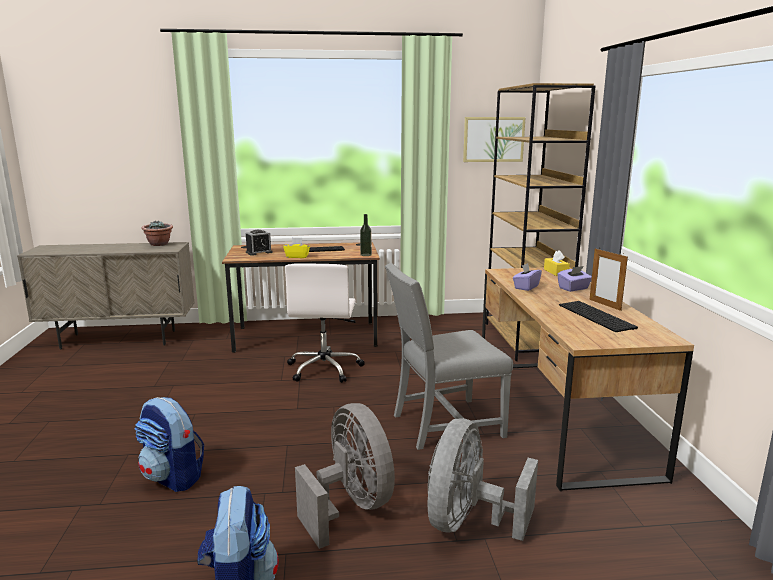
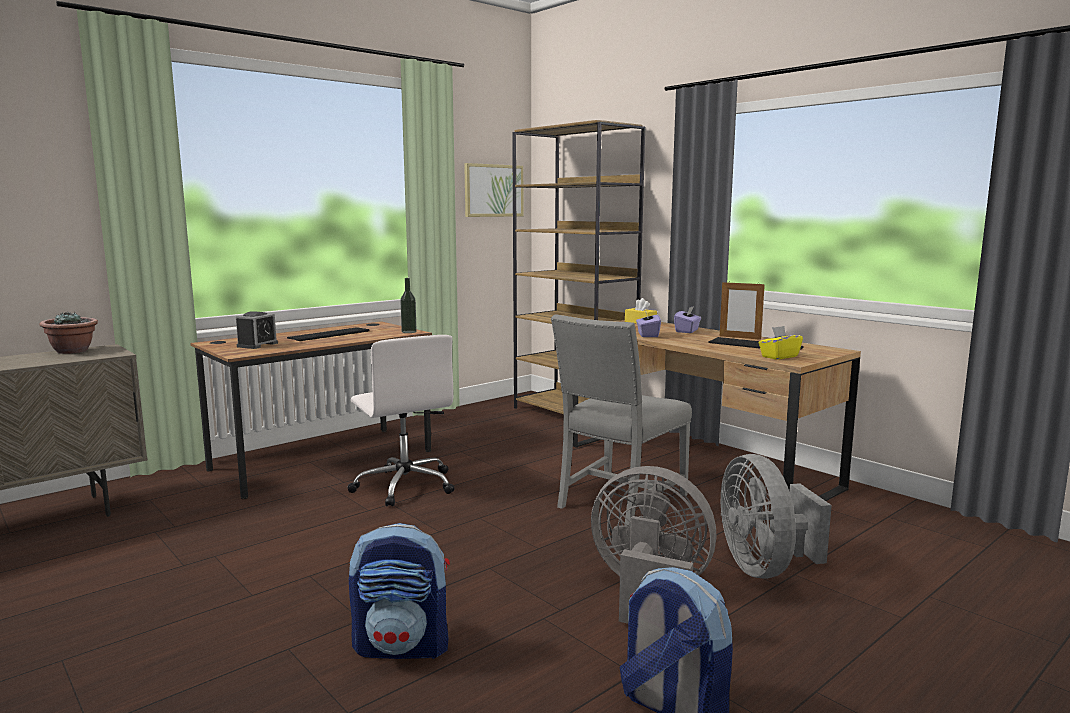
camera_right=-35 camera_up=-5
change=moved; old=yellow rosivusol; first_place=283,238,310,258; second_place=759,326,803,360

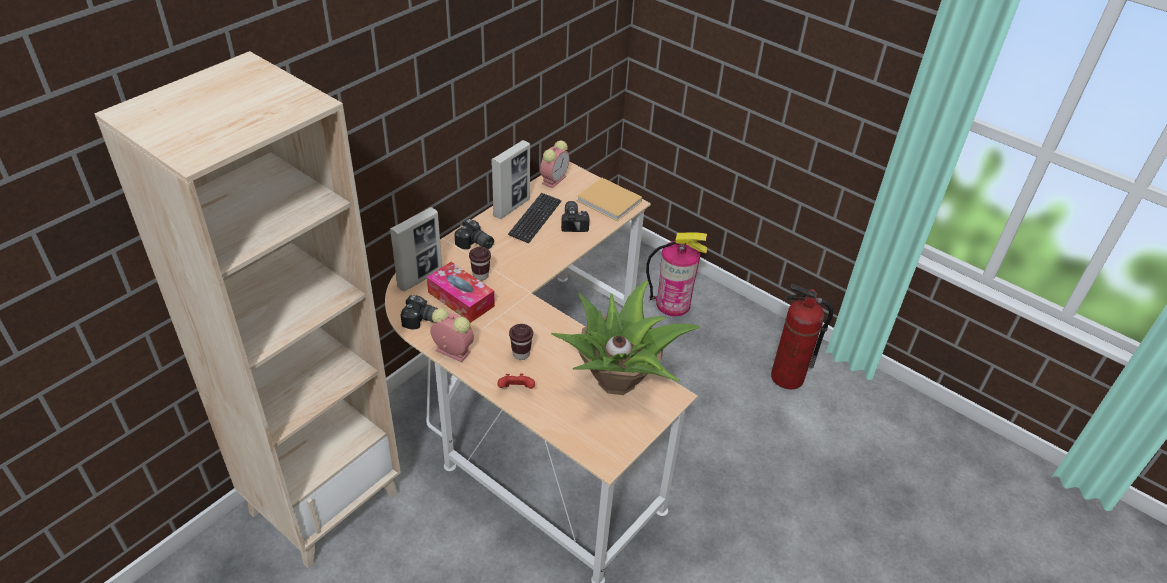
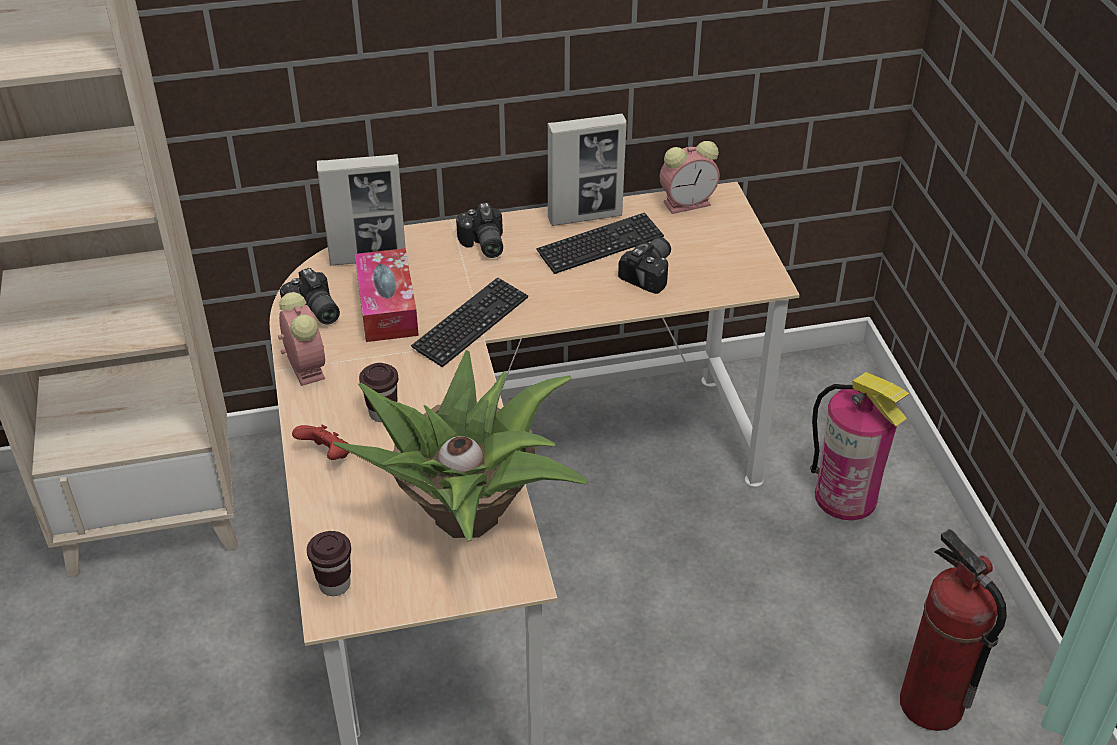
camera_right=40 camera_up=0
change=removed; old=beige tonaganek; first_place=577,178,642,221
change=moved; old=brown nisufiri; first_place=469,247,491,281; second_place=307,531,351,596
change=added; new=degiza; second_place=411,277,528,367

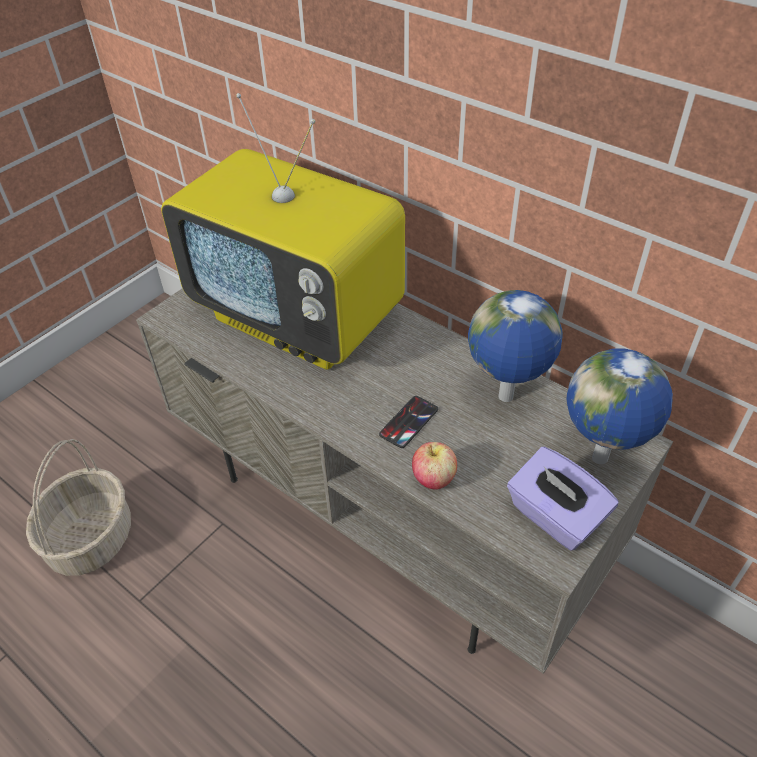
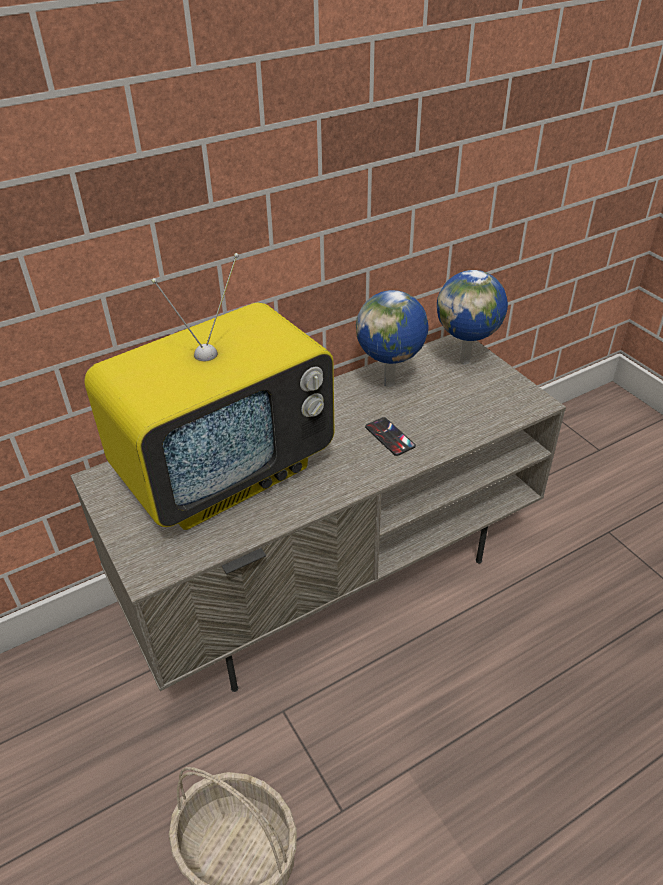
camera_right=-70 camera_up=-5
change=removed; old=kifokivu; first_place=412,442,457,489
change=removed; old=purple rosivusol; first_place=507,447,619,551

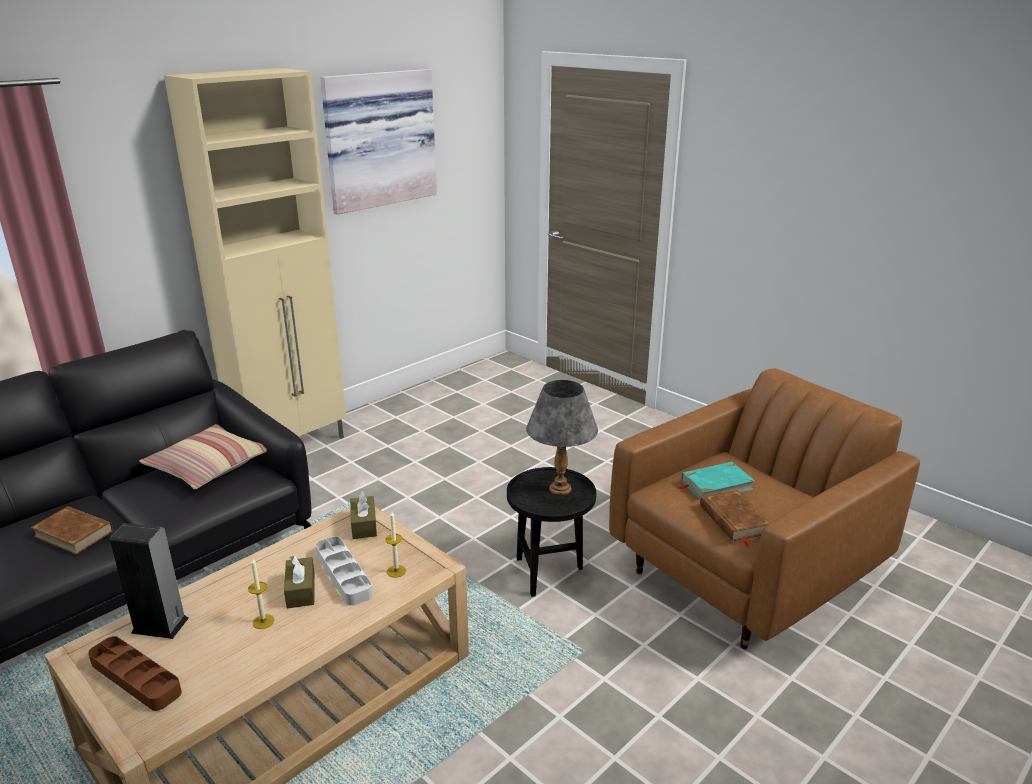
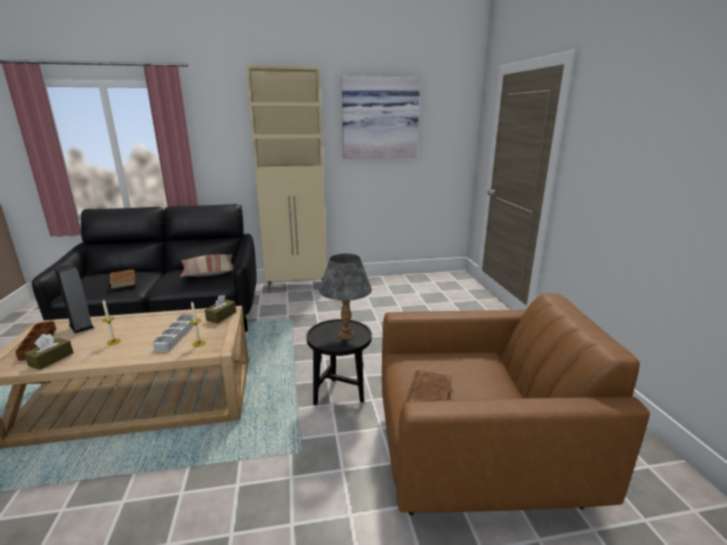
camera_right=35 camera_up=-5
change=removed; old=turquoise tonaganek; first_place=678,462,755,500
change=moved; old=brown rosivusol; first_place=284,556,315,609; second_place=24,334,74,370

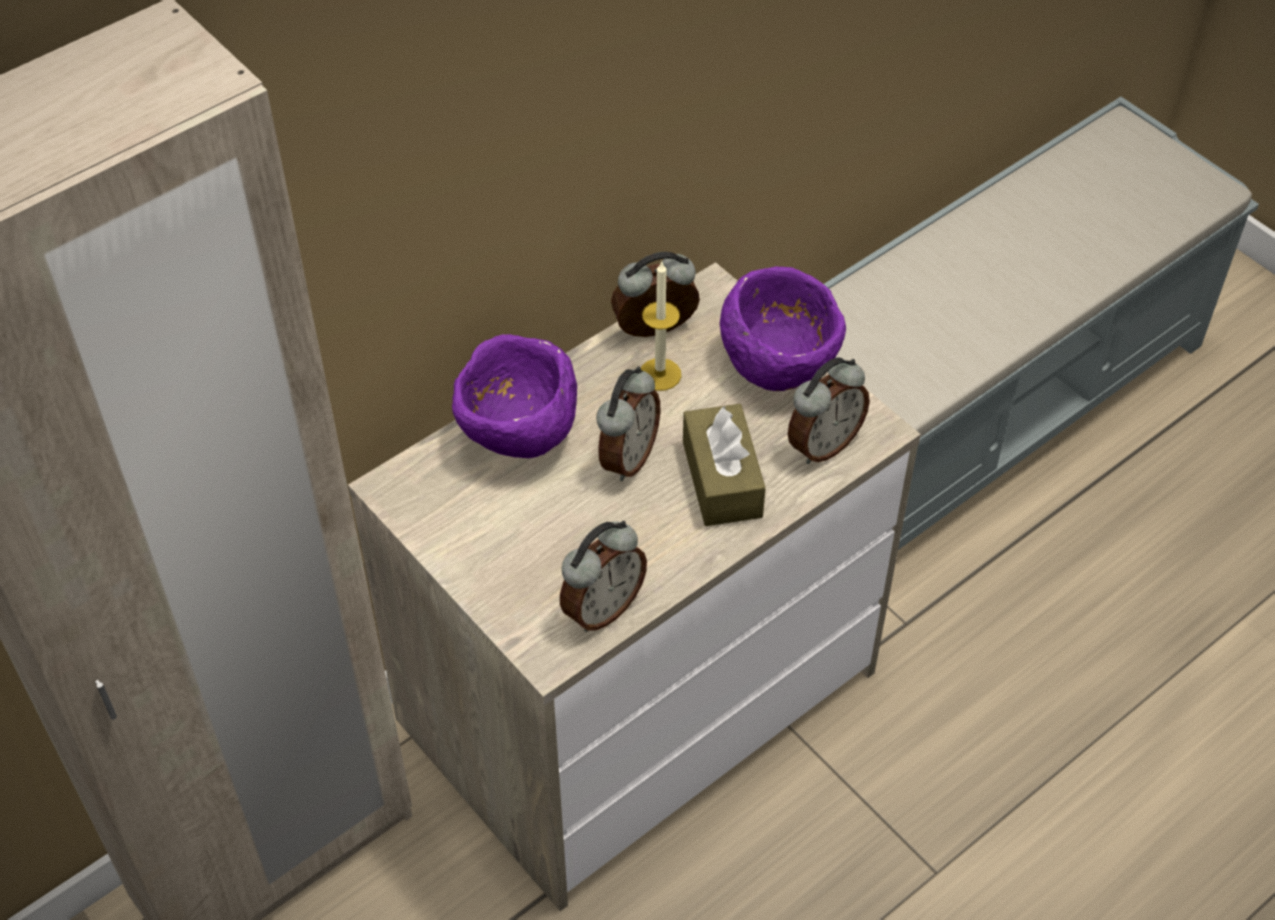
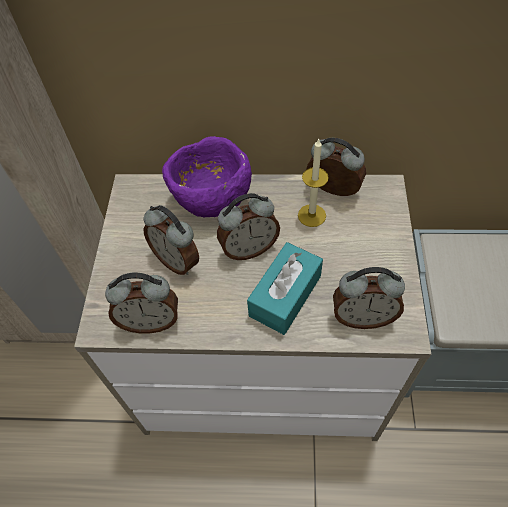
camera_right=45 camera_up=5
change=removed; old=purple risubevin; first_place=720,267,846,391
change=recoloured; old=brown rosivusol; new=turquoise rosivusol; first_place=683,404,766,526; second_place=247,242,323,335
change=added; new=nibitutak; second_place=143,205,199,275

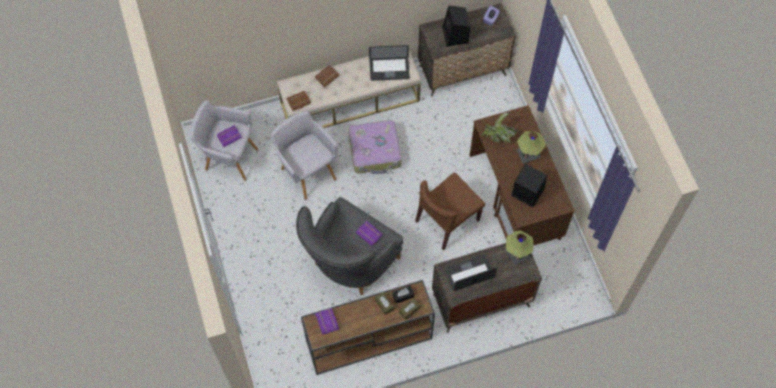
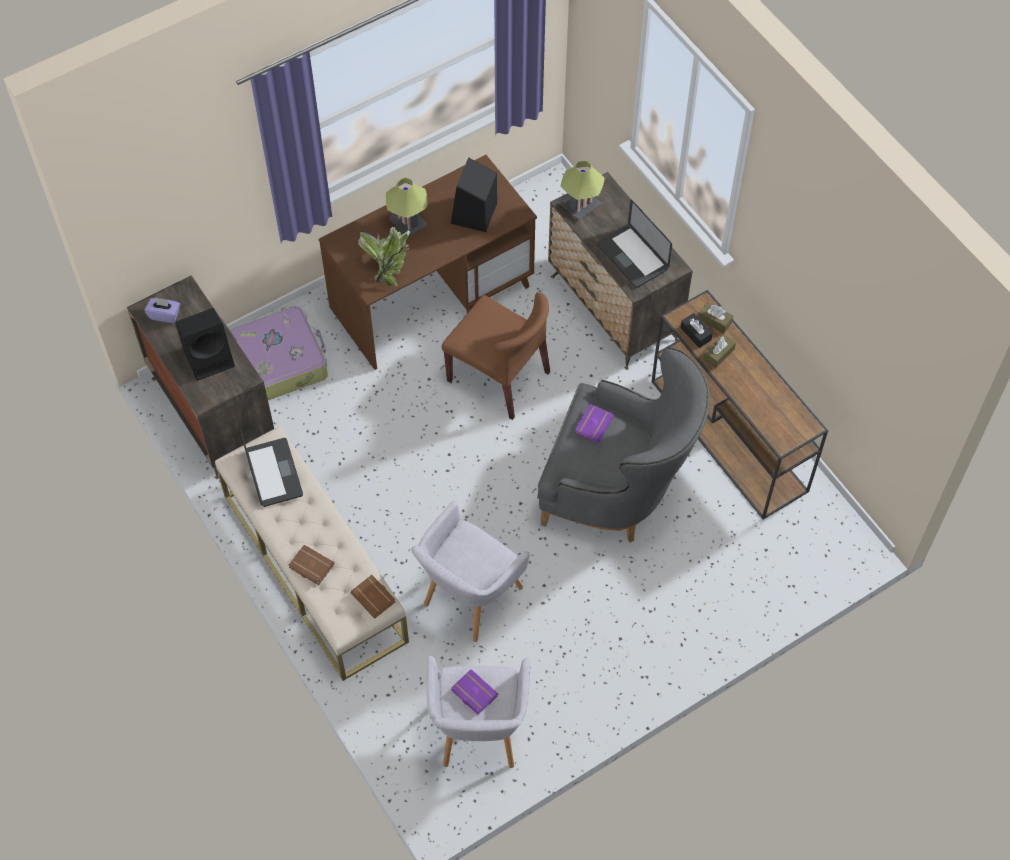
camera_right=-105 camera_up=-5
change=moved; old=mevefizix; first_place=348,120,401,174; second_place=231,307,328,400
change=removed; old=purple tonaganek; first_place=315,308,339,335

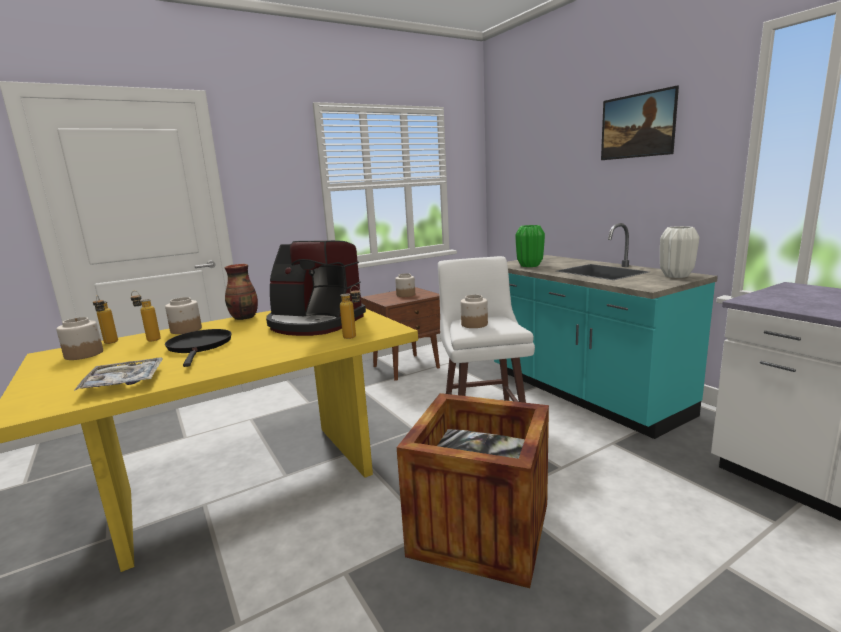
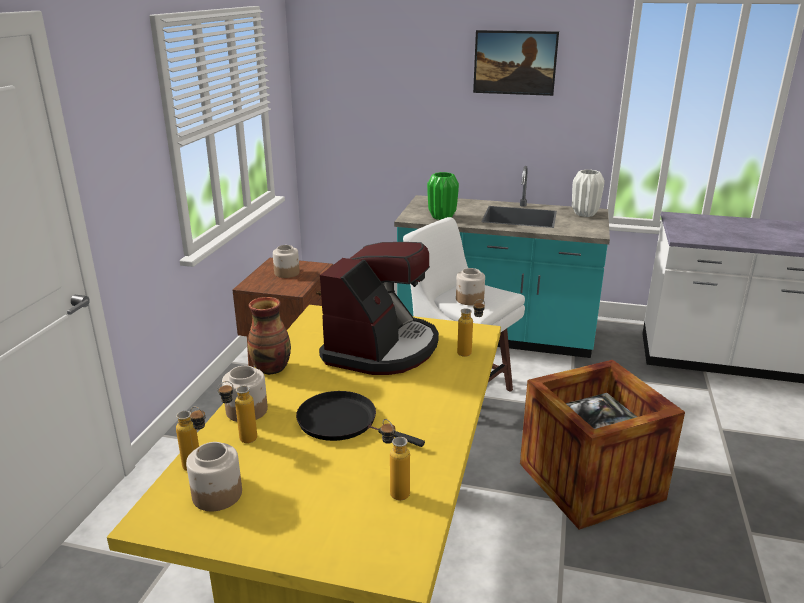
camera_right=-45 camera_up=10
change=turned; old=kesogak; first_place=266,240,366,336; second_place=319,242,439,375; degrees=-45
change=replaced; old=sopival; new=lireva; first_place=74,358,163,391; second_place=381,419,410,500

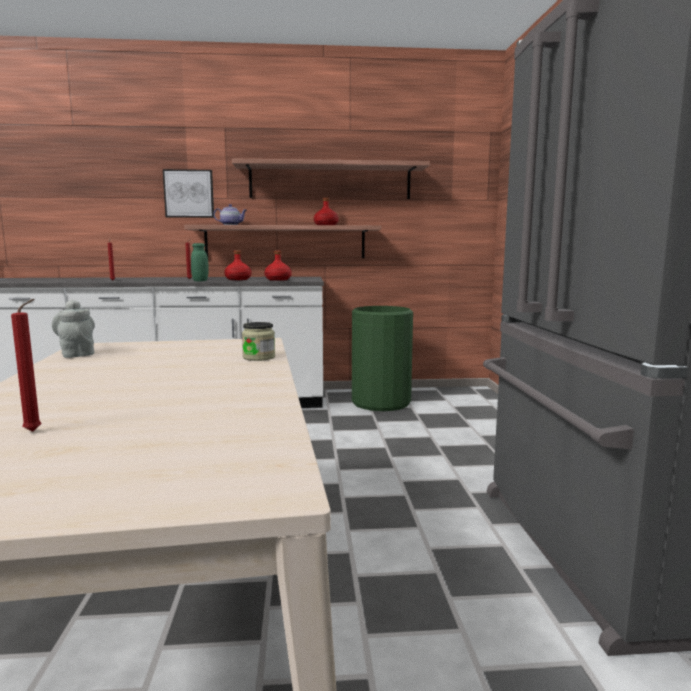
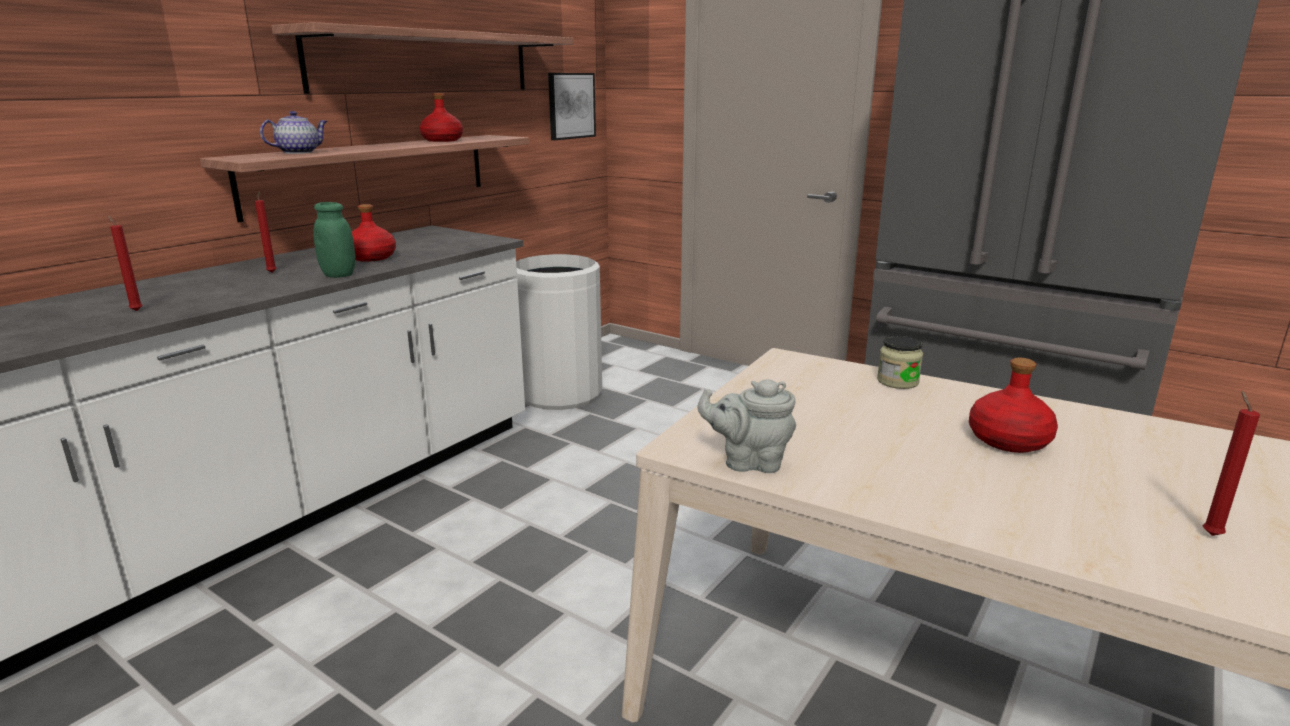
camera_right=-50 camera_up=10
change=moved; old=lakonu; first_place=163,169,214,218; second_place=548,73,596,140
change=moved; old=red lireva; first_place=265,251,292,281; second_place=969,358,1058,453
change=recoloured; old=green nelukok; new=white nelukok; first_place=352,306,413,411; second_place=514,254,602,410

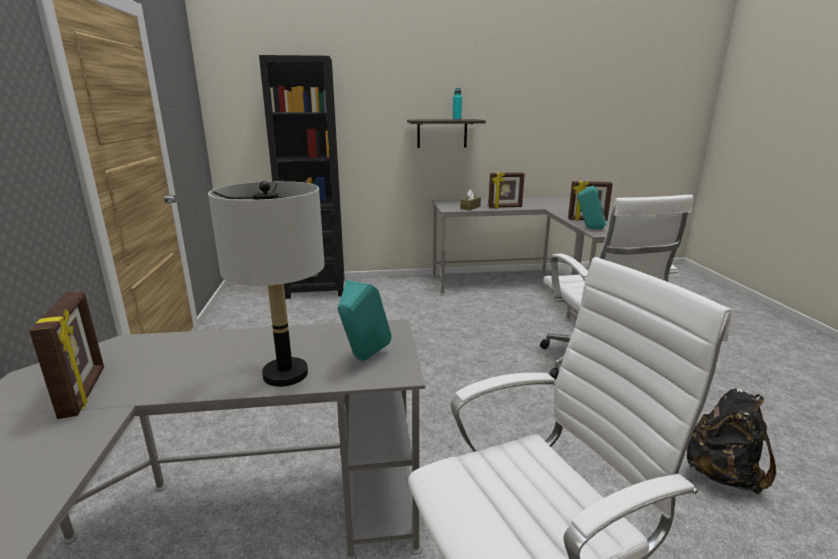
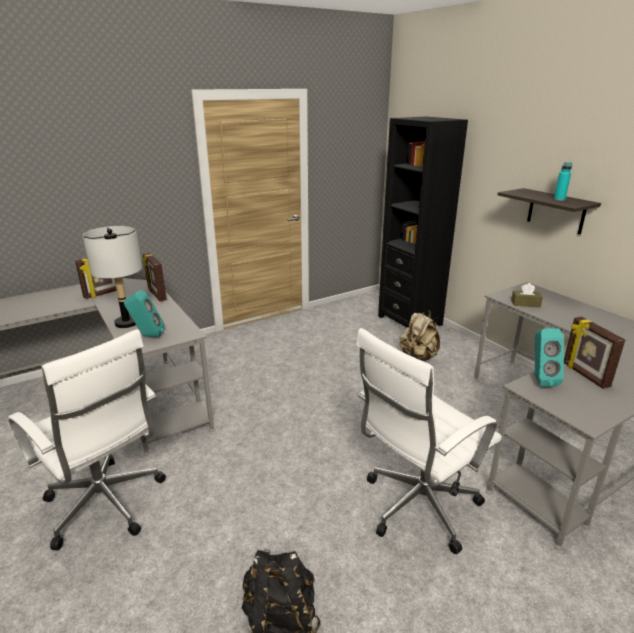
camera_right=65 camera_up=5
change=moved; old=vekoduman; first_place=488,172,525,208; second_place=142,253,167,301
change=added; new=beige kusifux; second_place=400,310,440,361

